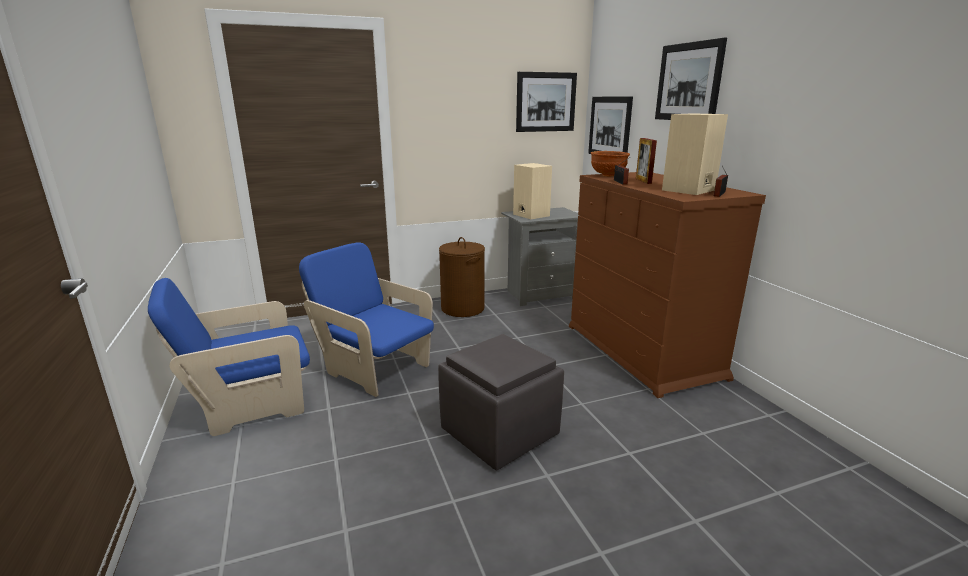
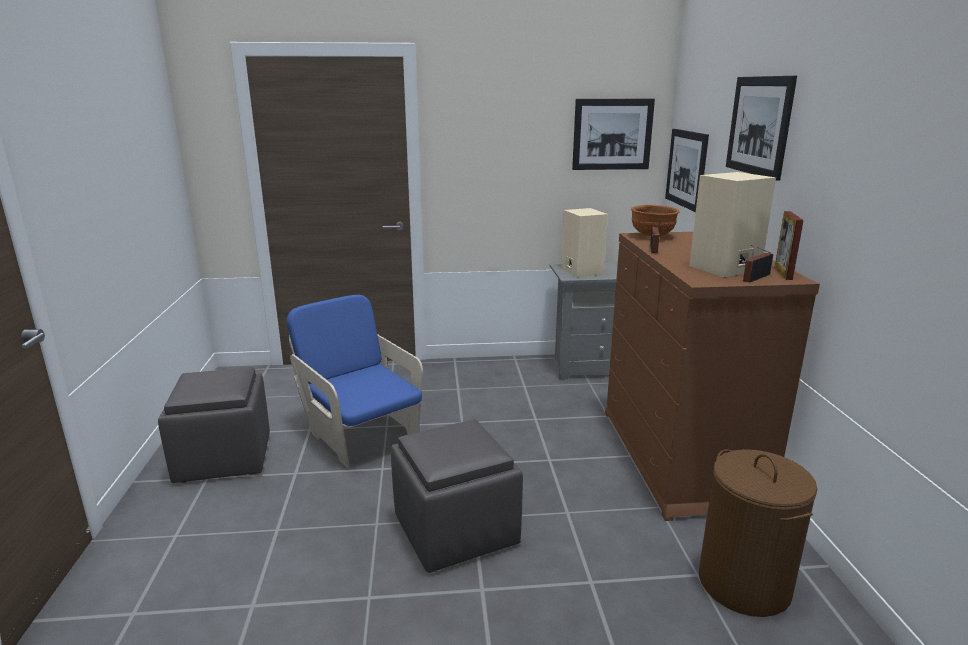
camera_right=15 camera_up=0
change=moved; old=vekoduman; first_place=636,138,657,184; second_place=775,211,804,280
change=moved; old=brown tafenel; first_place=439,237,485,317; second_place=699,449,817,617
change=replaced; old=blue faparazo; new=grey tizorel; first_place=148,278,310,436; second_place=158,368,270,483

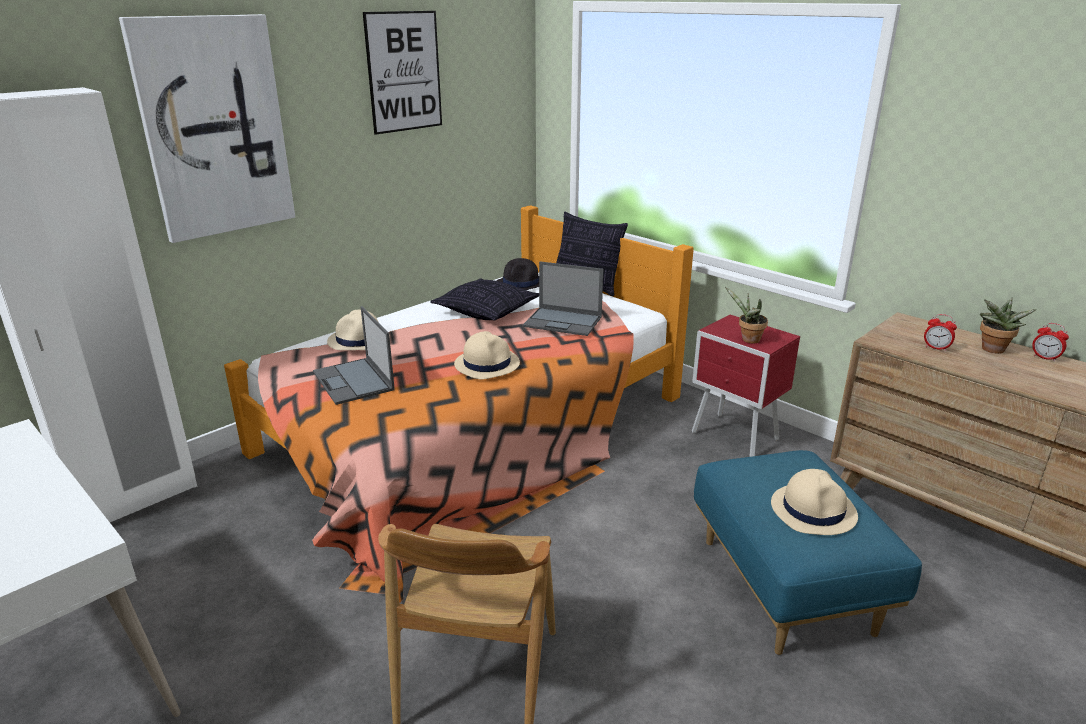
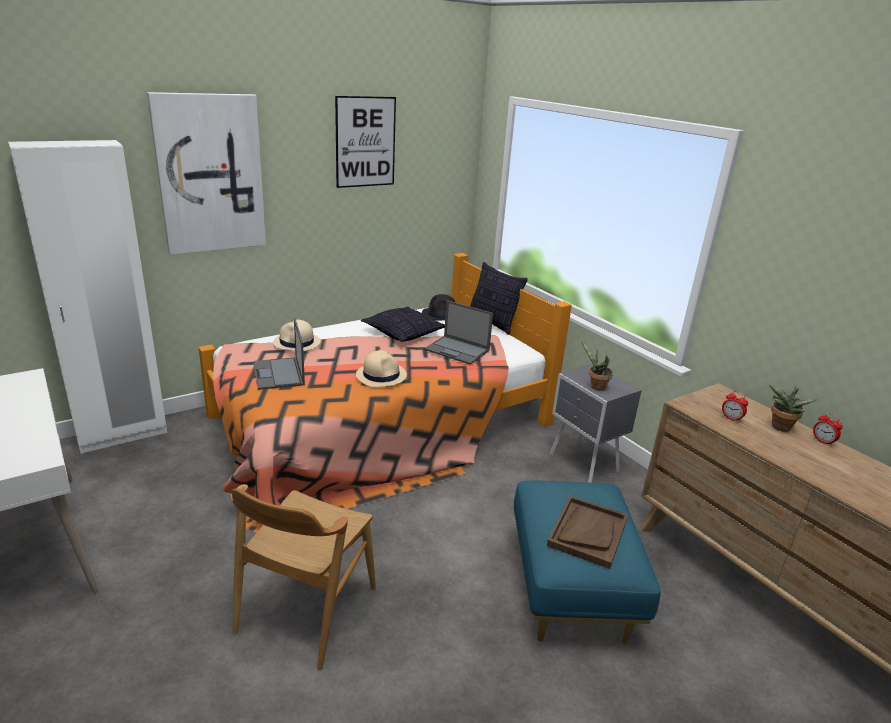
camera_right=10 camera_up=0
change=recoloured; old=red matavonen; new=grey matavonen; first_place=692,315,800,457; second_place=550,364,642,483
change=replaced; old=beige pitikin; new=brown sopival; first_place=771,469,858,535; second_place=547,496,628,569

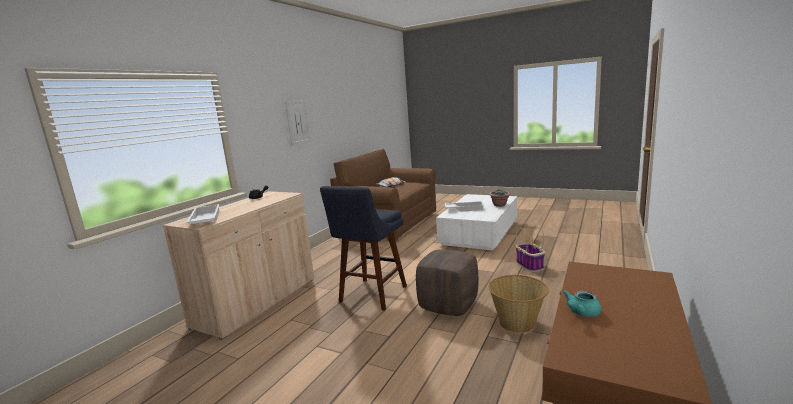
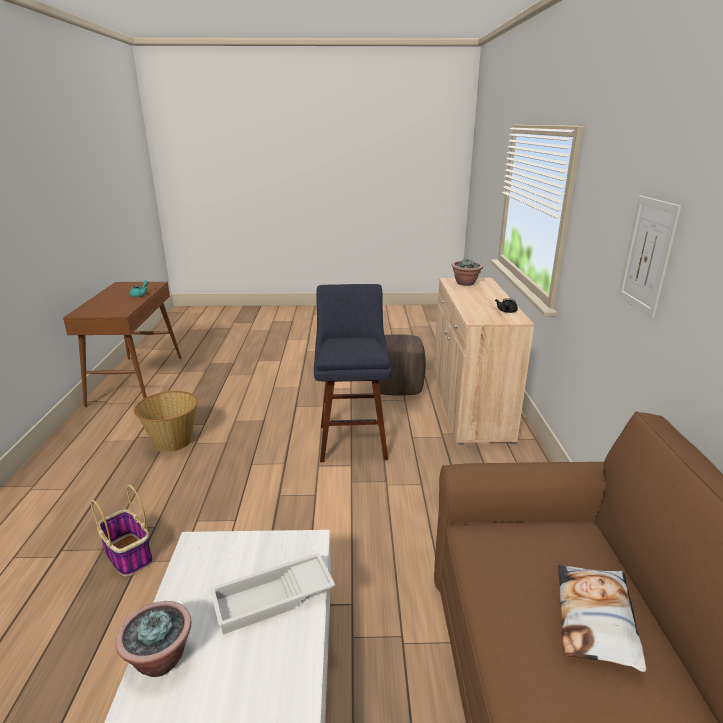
camera_right=150 camera_up=10
change=replaced; old=white sopival; new=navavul; first_place=186,204,220,224; second_place=451,259,483,286
change=moved; old=brown tizorel; first_place=416,250,478,316; second_place=379,334,426,396

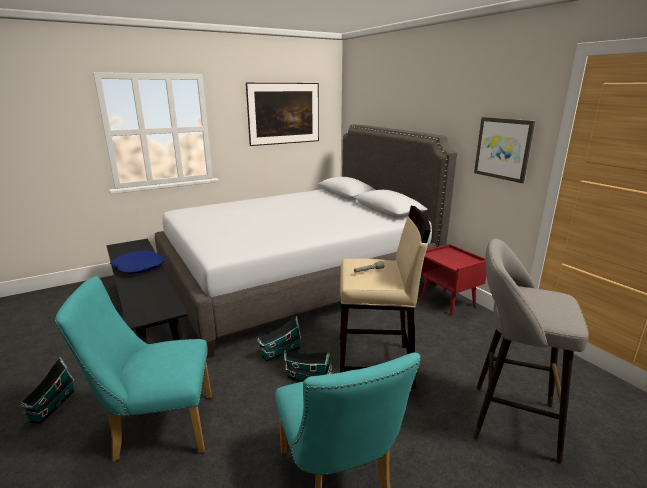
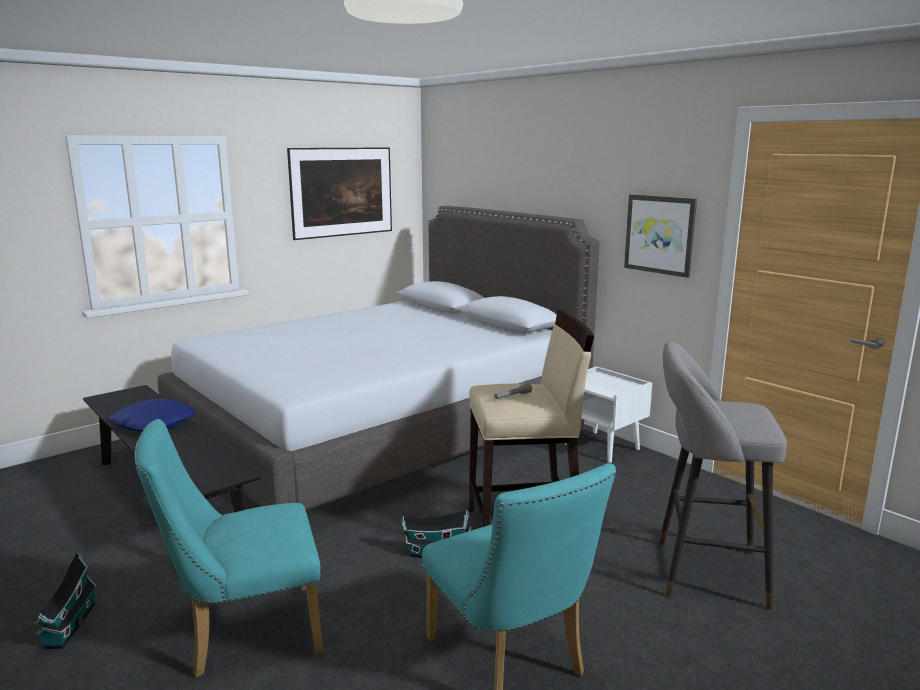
camera_right=-10 camera_up=-5
change=recoloured; old=red matavonen; new=white matavonen; first_place=421,244,487,316; second_place=565,366,652,463
change=removed; old=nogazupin; first_place=257,316,302,361

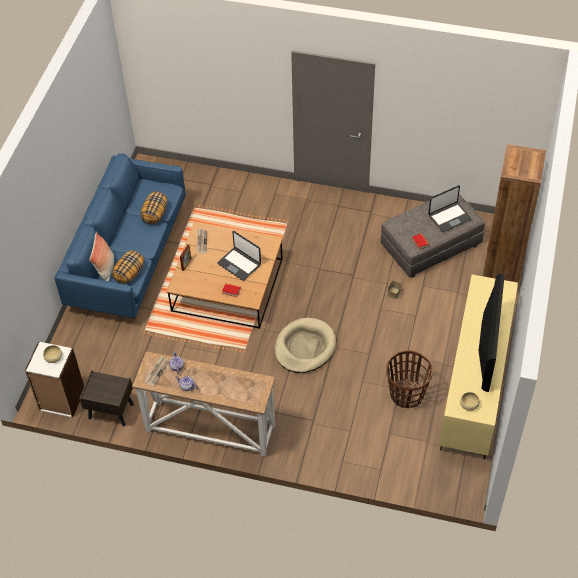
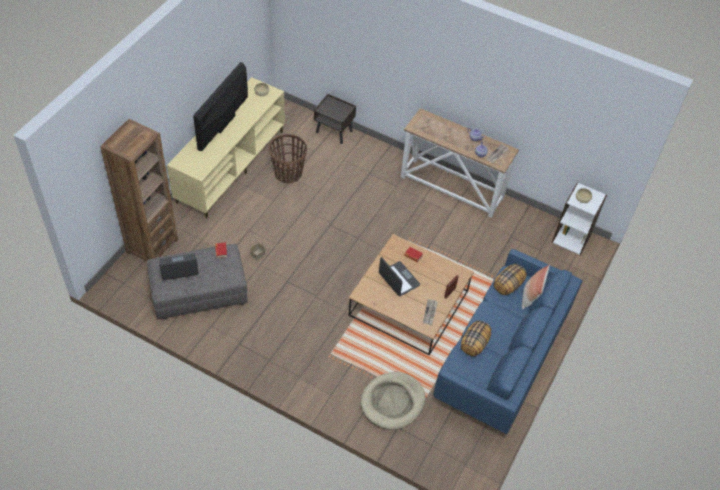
camera_right=-170 camera_up=0
change=moved; old=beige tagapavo; first_place=274,317,336,373; second_place=360,372,425,430
change=moved; old=brown matavonen; first_place=79,370,134,427; second_place=314,94,356,144

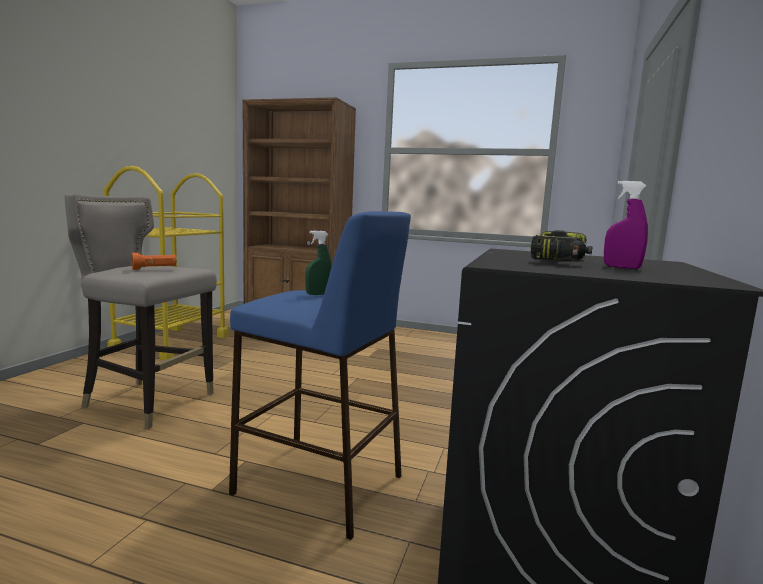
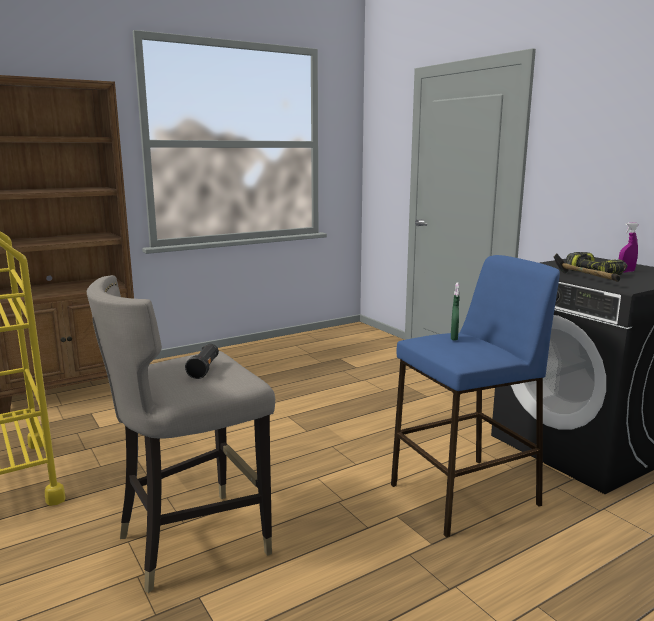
camera_right=-50 camera_up=5
change=recoloured; old=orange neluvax; new=black neluvax; first_place=131,253,177,270; second_place=185,344,219,379
change=added; new=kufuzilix; second_place=553,253,620,282

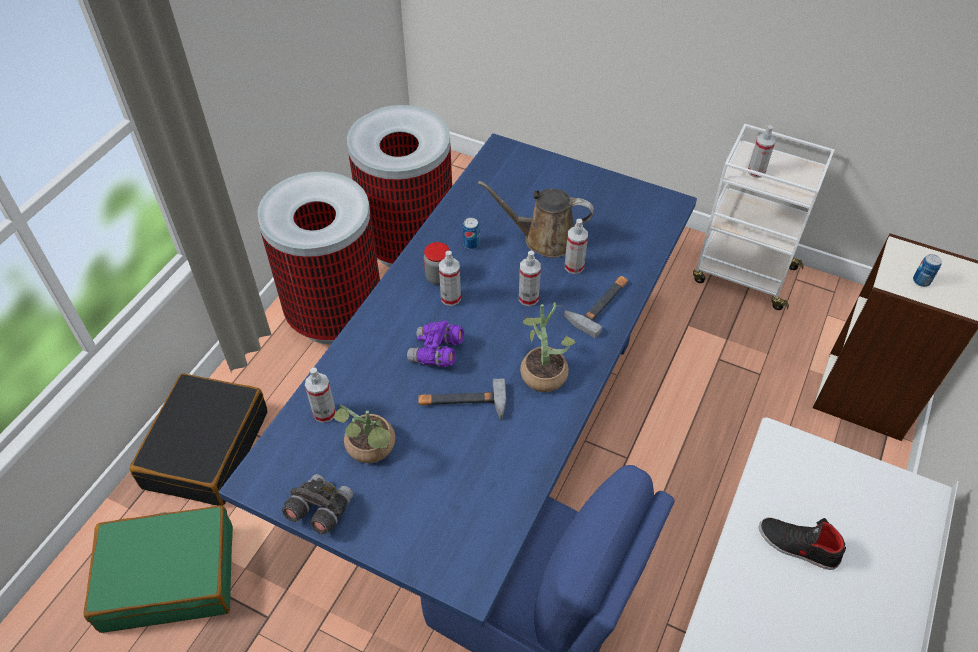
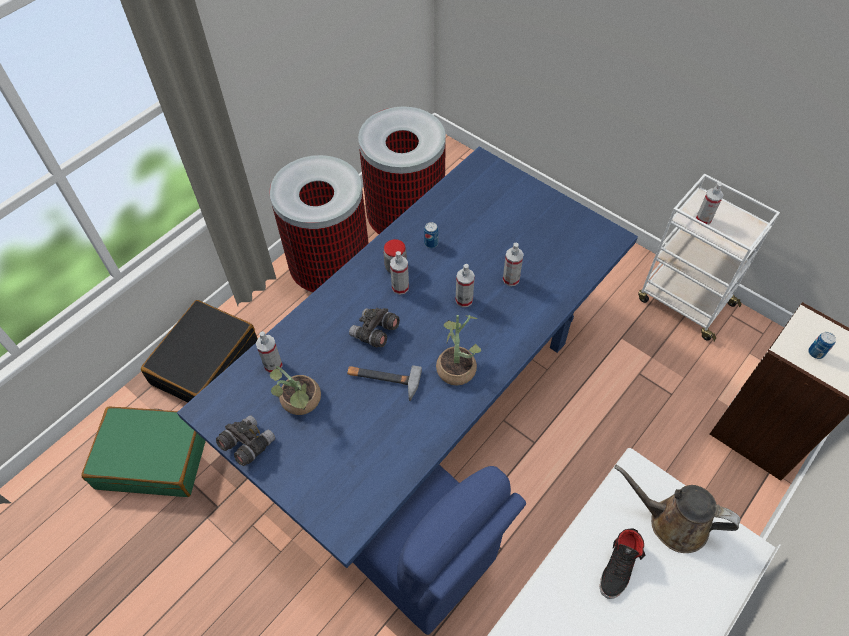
camera_right=15 camera_up=5
change=moved; old=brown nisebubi; first_place=478,181,594,258; second_place=614,465,740,553
change=removed; old=kufuzilix; first_place=564,276,628,338
change=recoloured; old=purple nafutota; new=grey nafutota; first_place=407,321,464,367; second_place=349,308,400,348
change=turned; old=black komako; first_place=759,518,846,570; second_place=600,528,645,599; degrees=-105

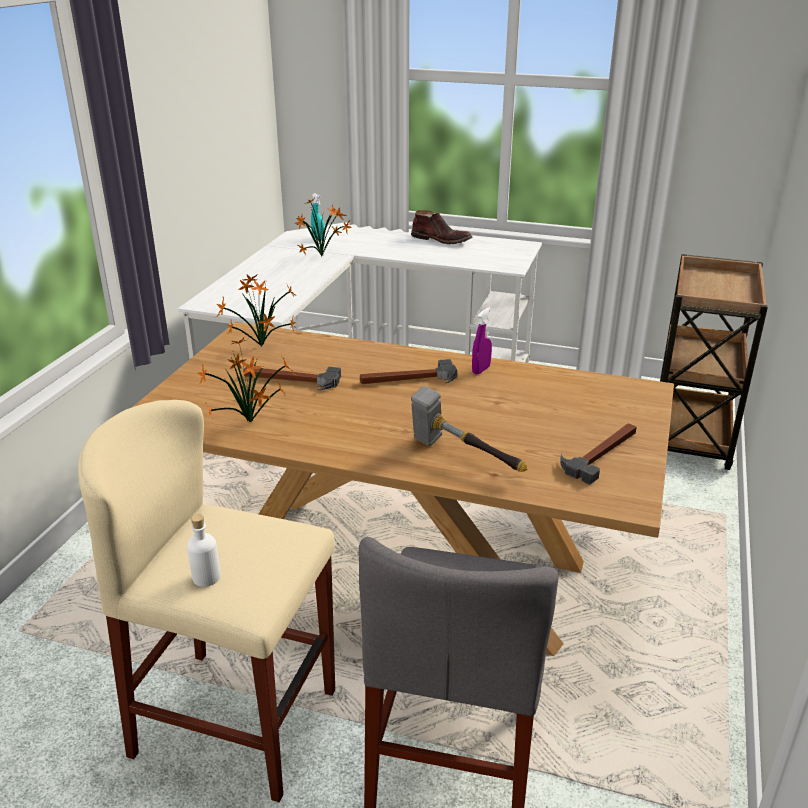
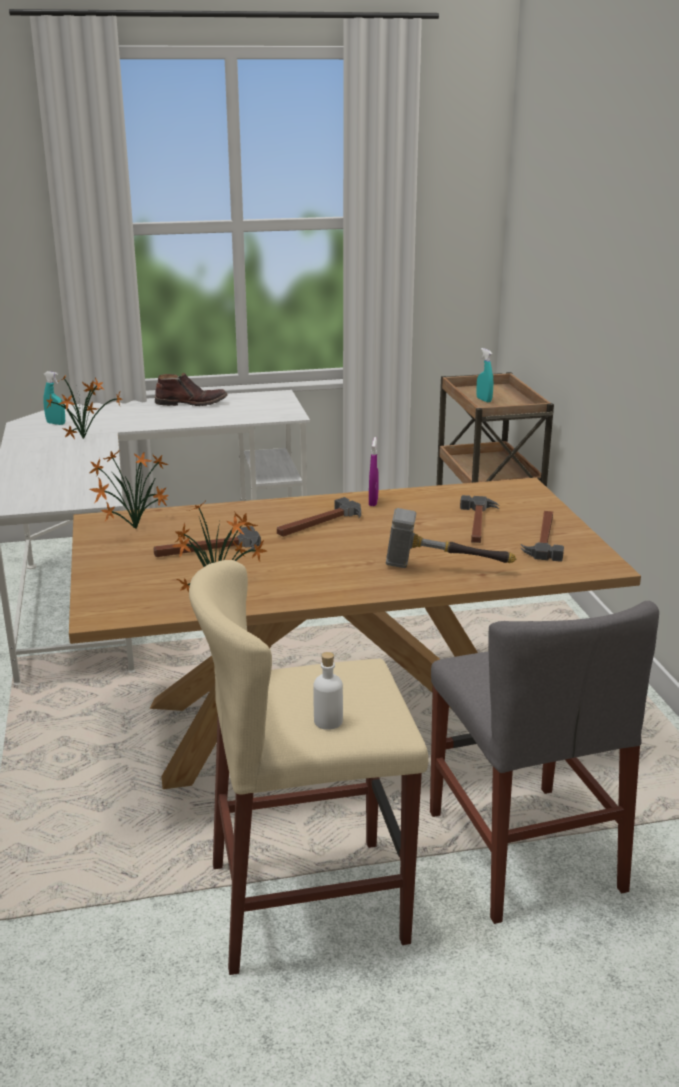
camera_right=-30 camera_up=-5
change=added; new=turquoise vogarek; second_place=476,348,493,402
change=added; new=kufuzilix; second_place=460,495,499,543

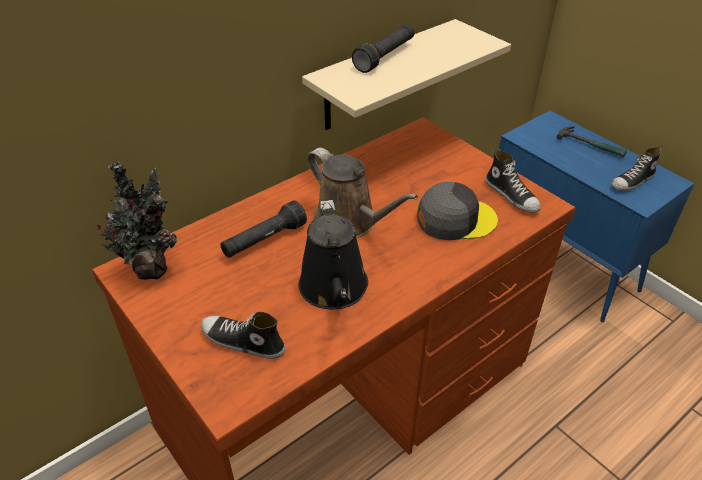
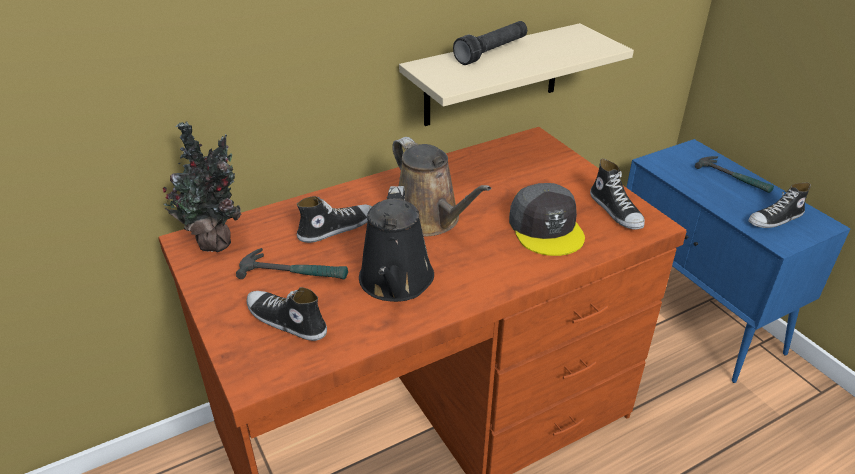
camera_right=10 camera_up=-5
change=turned; old=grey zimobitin; first_place=417,182,498,241; second_place=509,183,585,256; degrees=75
change=replaced; old=black neluvax; new=komako; first_place=220,200,307,258; second_place=297,196,372,243
change=added; new=kufuzilix; second_place=236,248,348,279

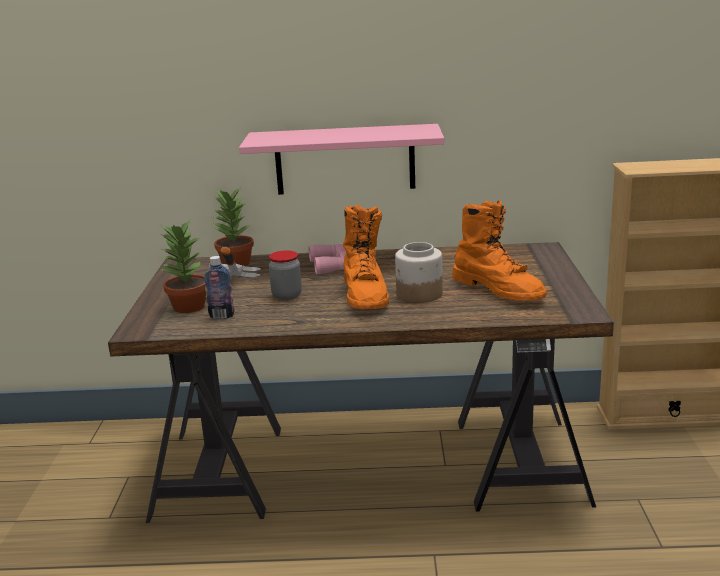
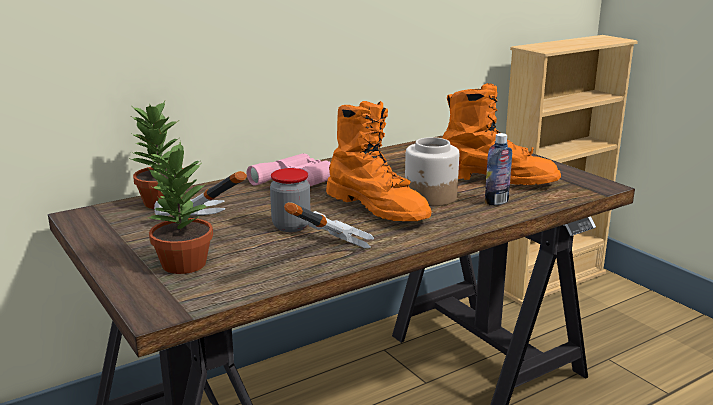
camera_right=-35 camera_up=0
change=removed; old=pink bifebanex; first_place=239,124,444,195
change=moved; old=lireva; first_place=204,256,235,319; second_place=485,133,512,205
change=added; new=kufuzilix; second_place=284,202,374,248

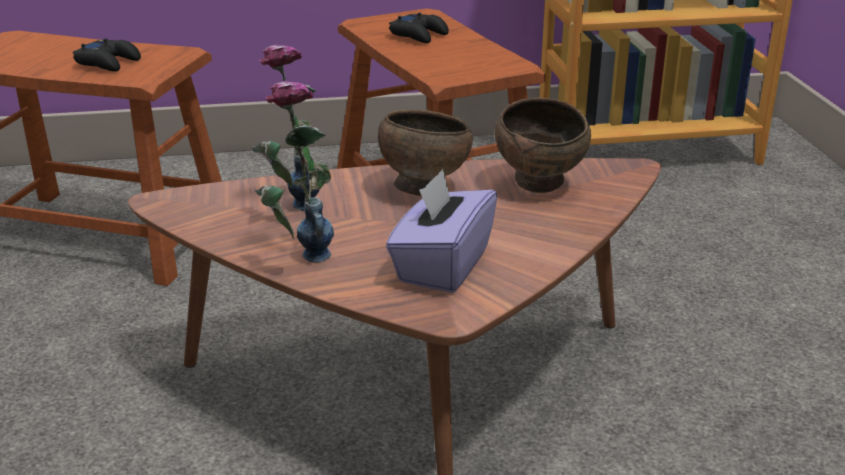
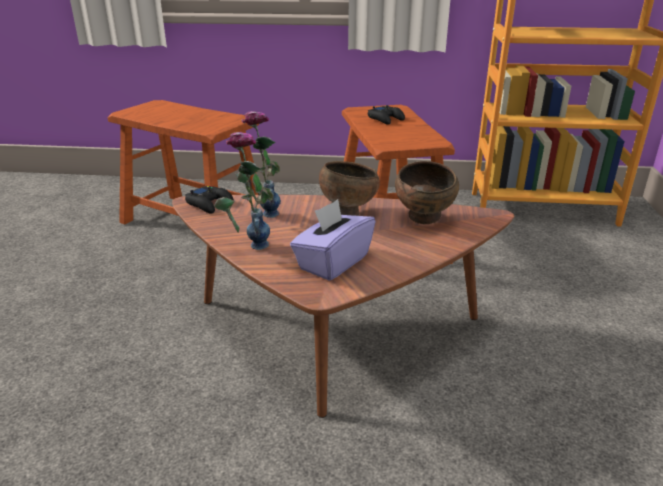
camera_right=15 camera_up=0
change=moved; old=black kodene; first_place=73,39,141,72; second_place=185,186,234,214

